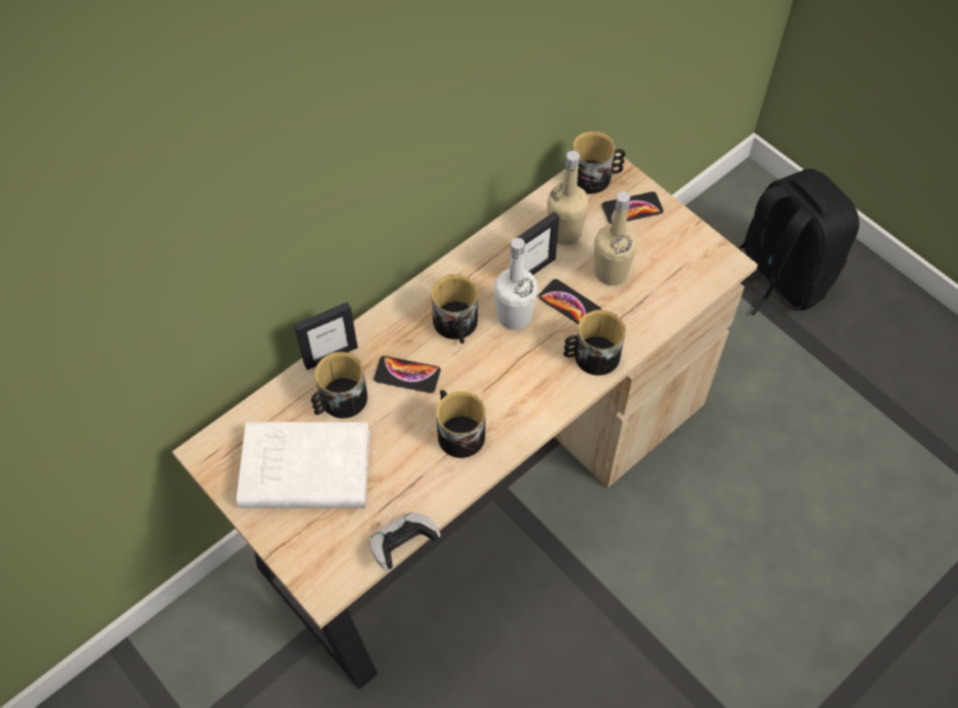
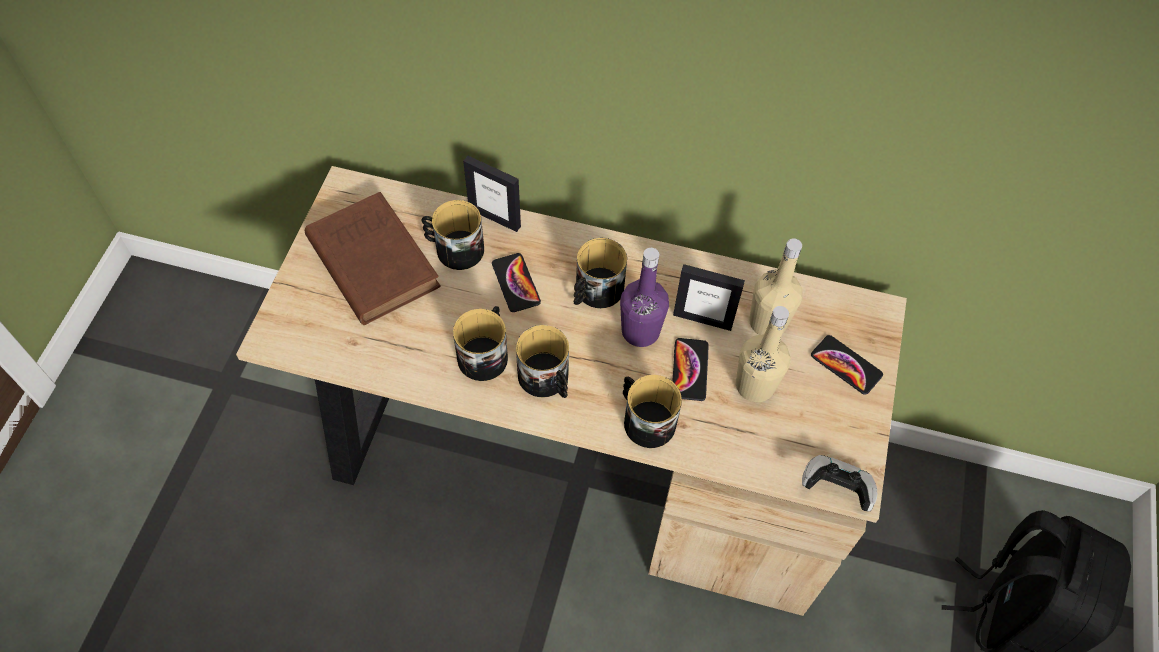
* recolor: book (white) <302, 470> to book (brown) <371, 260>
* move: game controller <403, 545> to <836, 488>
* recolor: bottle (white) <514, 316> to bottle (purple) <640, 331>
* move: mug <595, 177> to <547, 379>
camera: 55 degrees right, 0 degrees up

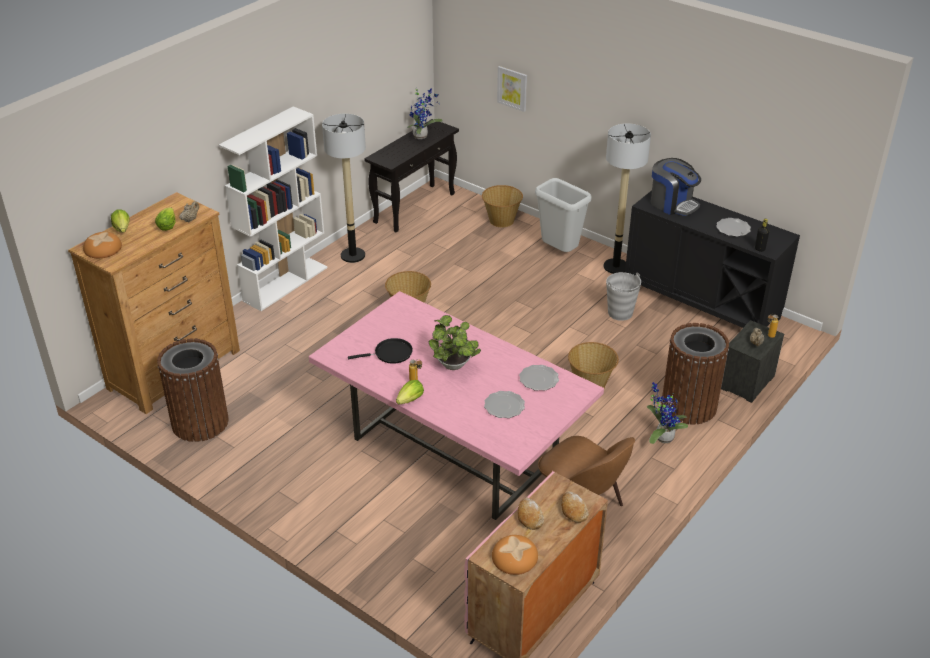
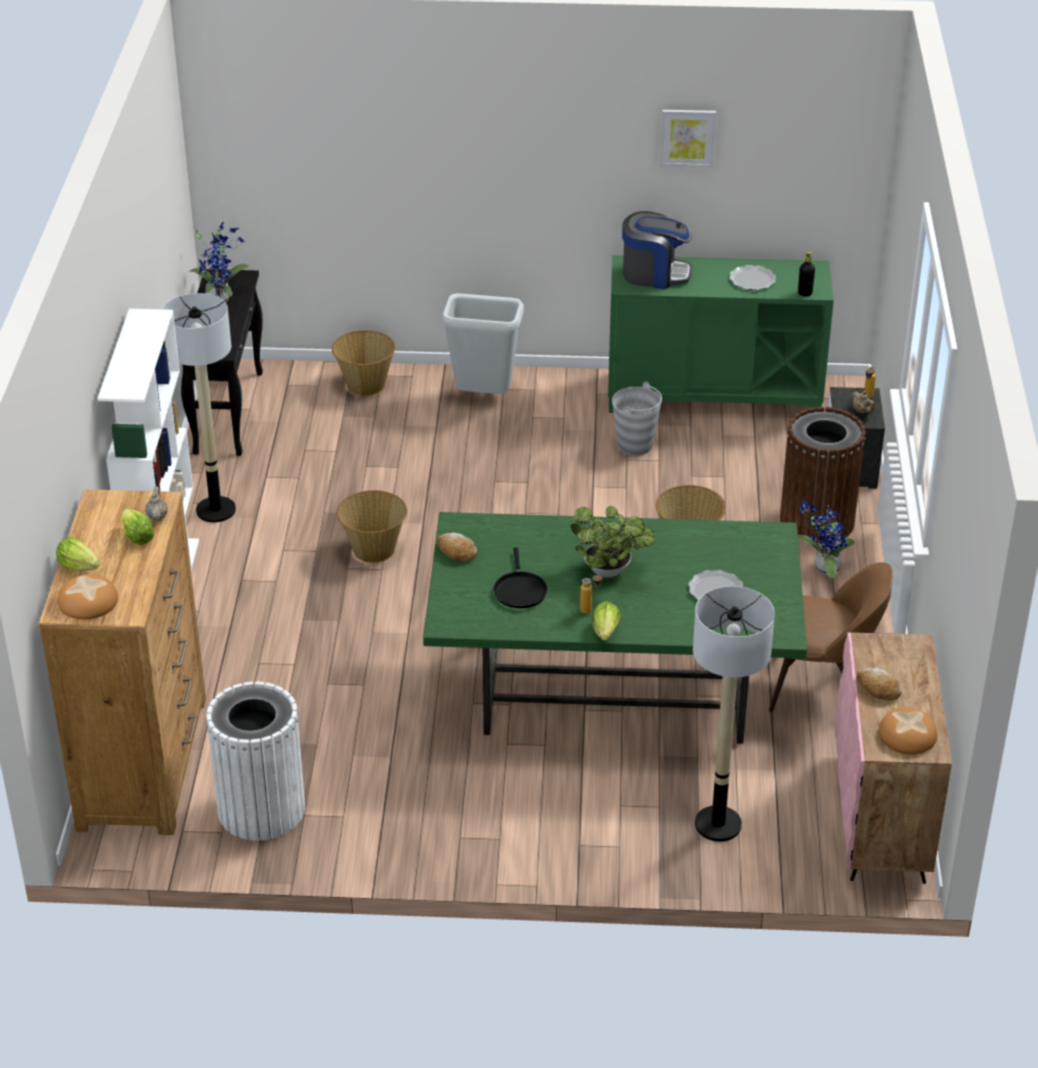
* recolor: trash can (brown) <200, 422> to trash can (white) <261, 809>
* recolor: dining table (pink) <453, 447> to dining table (green) <611, 688>
* rotate: frying pan (black) <390, 354> = <519, 590> 135 degrees clockwise
* move: picture <512, 88> to <687, 137>
* delete: plate <539, 379>
* move: bread <573, 510> to <456, 552>
* move: floor lamp <615, 266> to <717, 824>
* recolor: cabinet (black) <701, 303> to cabinet (green) <713, 395>
camera: 35 degrees left, 0 degrees up

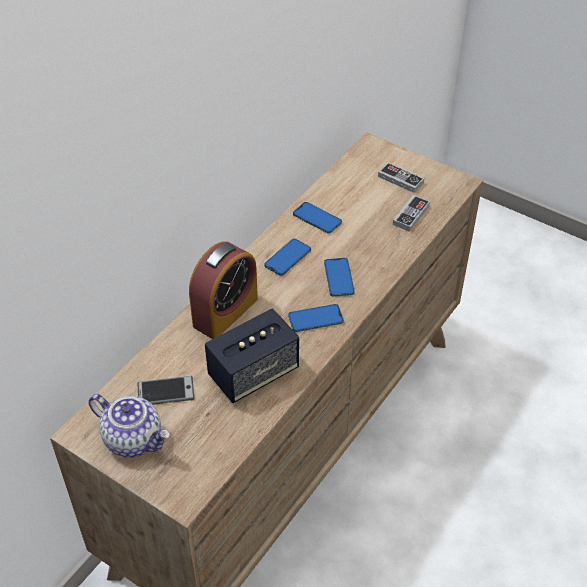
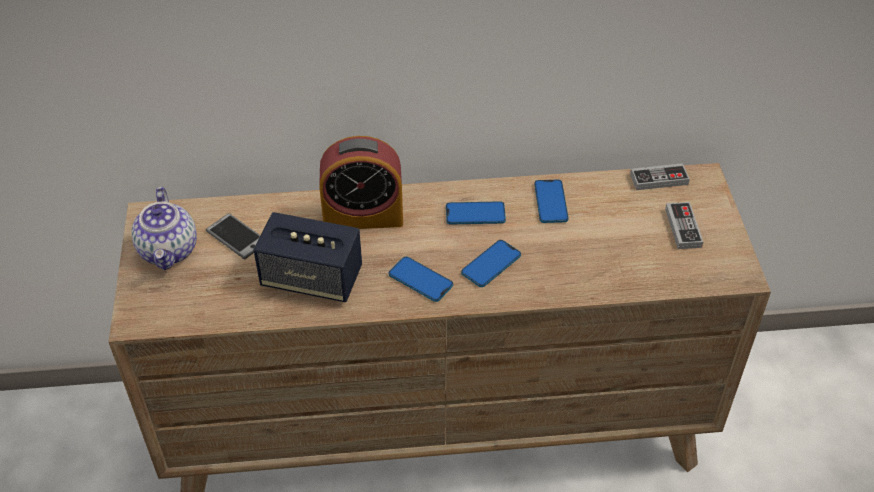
* move: game controller <411, 215> to <659, 179>
camera: 50 degrees right, 0 degrees up

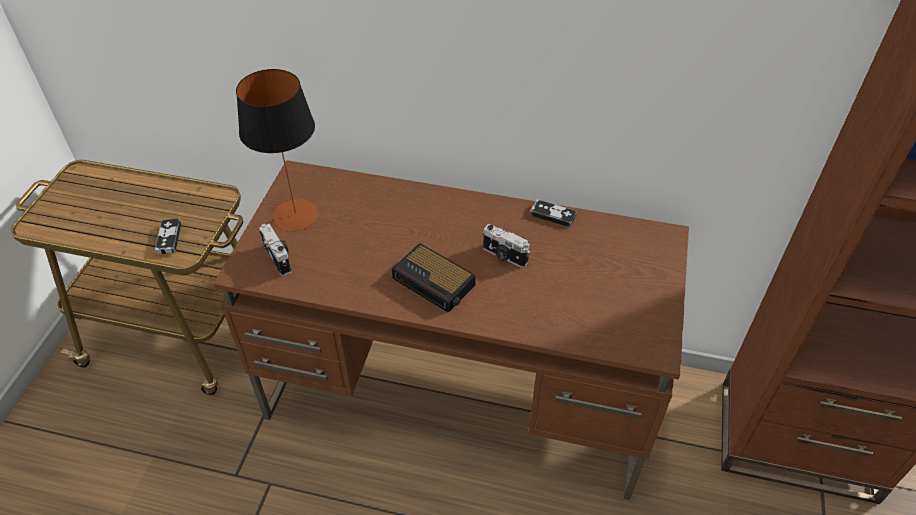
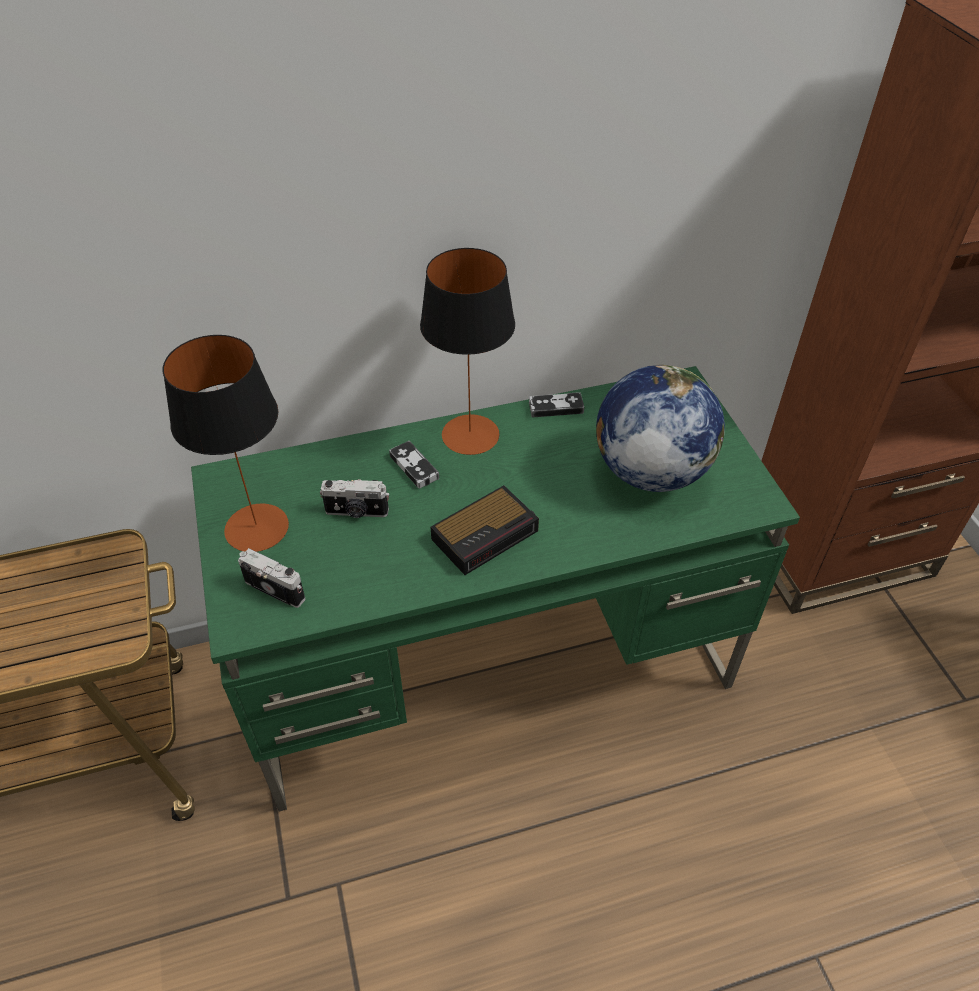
* move: game controller <169, 238> to <414, 467>
* recolor: desk (brown) <460, 392> to desk (green) <490, 663>
* rotate: alarm clock <435, 282> = <486, 534> 45 degrees counterclockwise
* move: photo camera <504, 256> to <356, 512>
* insert: table lamp <470, 435>
* insert: globe <650, 471>
camera: 30 degrees left, 0 degrees up

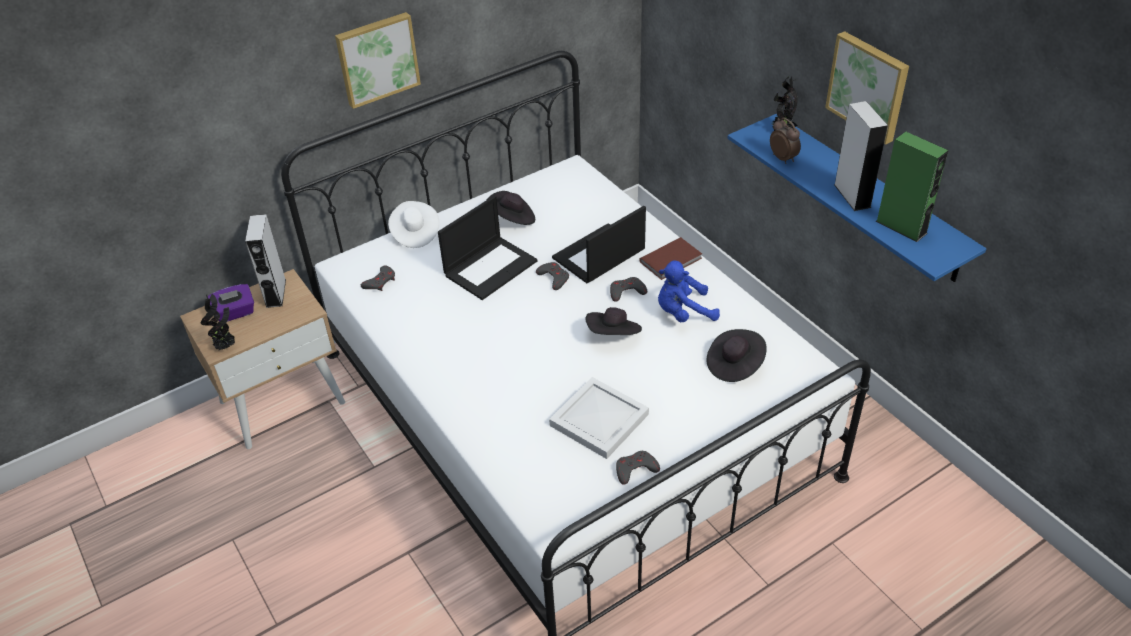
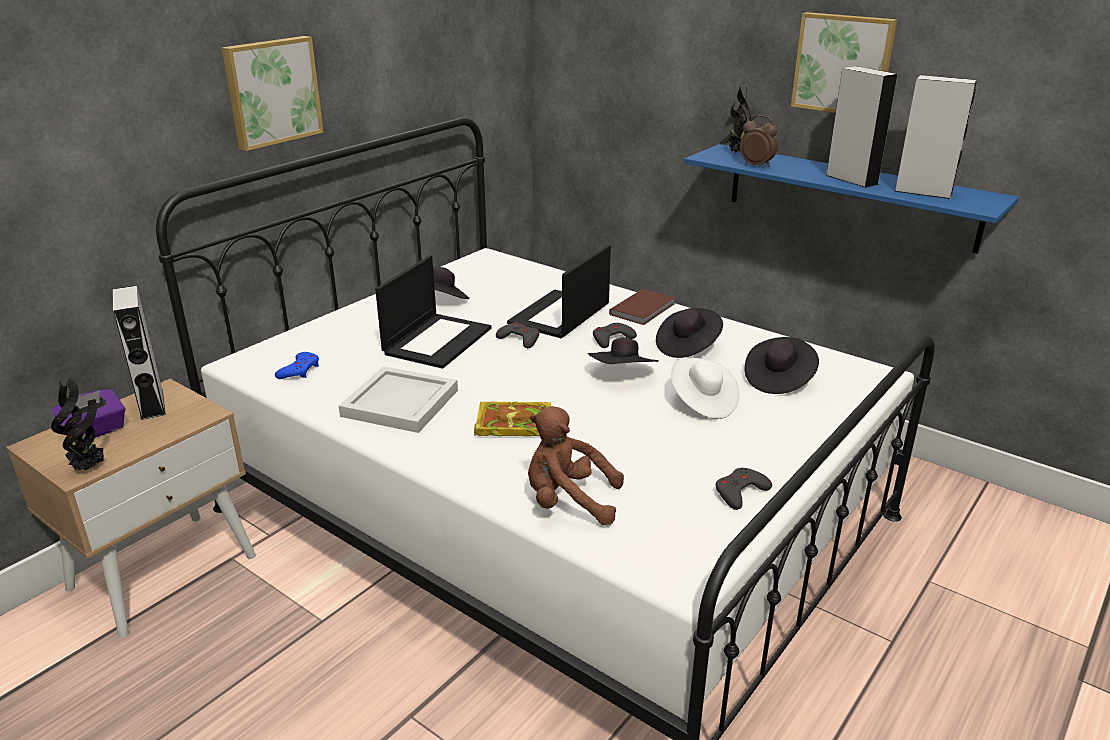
* recolor: game controller (grey) <380, 281> to game controller (blue) <299, 370>
* move: hat (white) <415, 233> to <702, 403>
* move: tray (white) <597, 420> to <398, 403>
* replace: plush toy (blue) <683, 312> to hat (black) <687, 346>
* recolor: speaker (green) <901, 227> to speaker (grey) <923, 192>
* insert: book <512, 424>
* insert: plush toy (brown) <568, 502>
camera: 20 degrees left, 15 degrees down

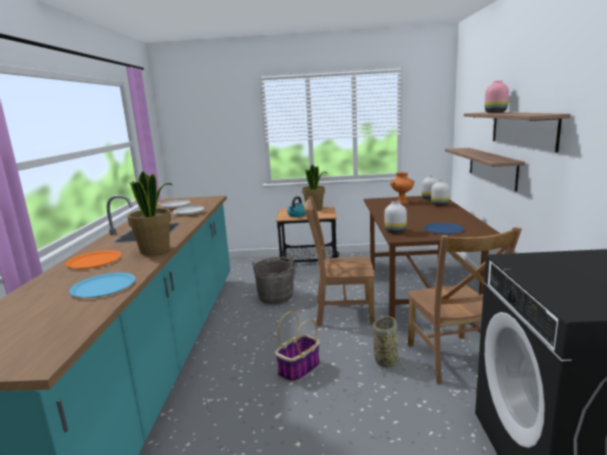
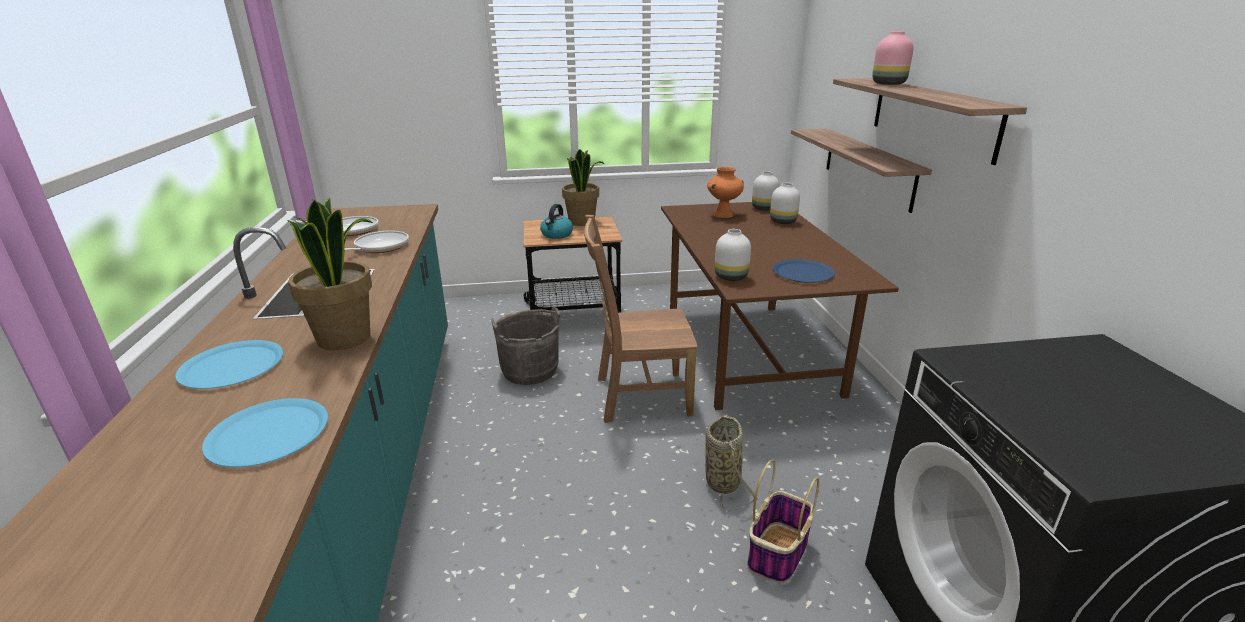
* recolor: plate (orange) <94, 260> to plate (blue) <232, 366>
* move: basket <299, 369> to <777, 554>
* delete: chair (brown) <452, 360>
camera: 10 degrees left, 10 degrees up

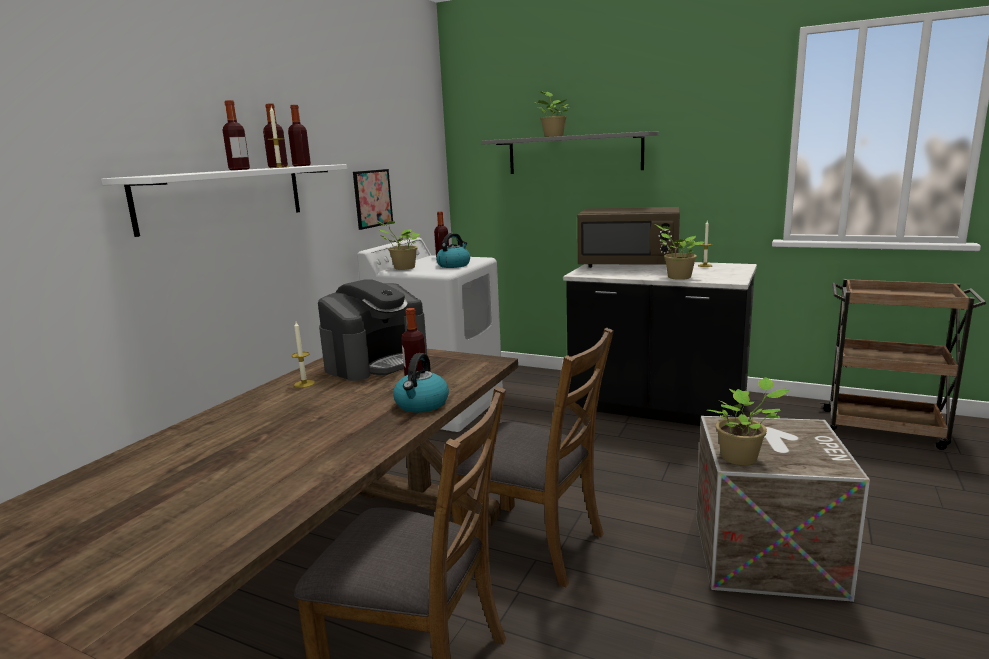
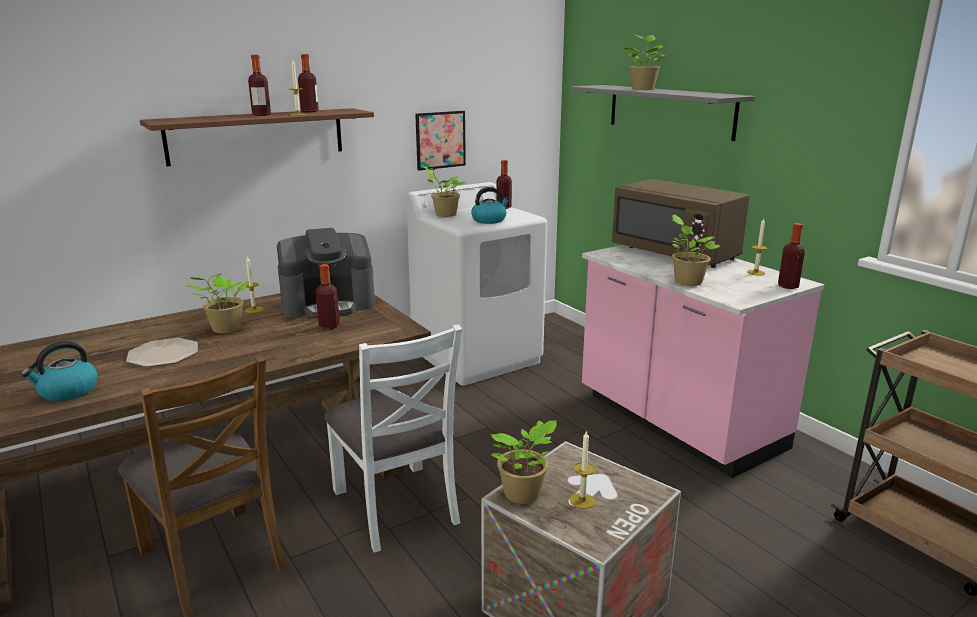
* recolor: shelf (white) <223, 197> to shelf (brown) <257, 136>
* move: bottle <301, 166> to <788, 286>
* move: kettle <422, 404> to <67, 391>
* recolor: chair (brown) <533, 542> to chair (white) <397, 506>
* recolor: counter (black) <657, 408> to counter (pink) <677, 423>
* insert: plate <163, 354>
* insert: potted plant <225, 329>
* insert: candle <582, 501>
camera: 30 degrees right, 5 degrees up

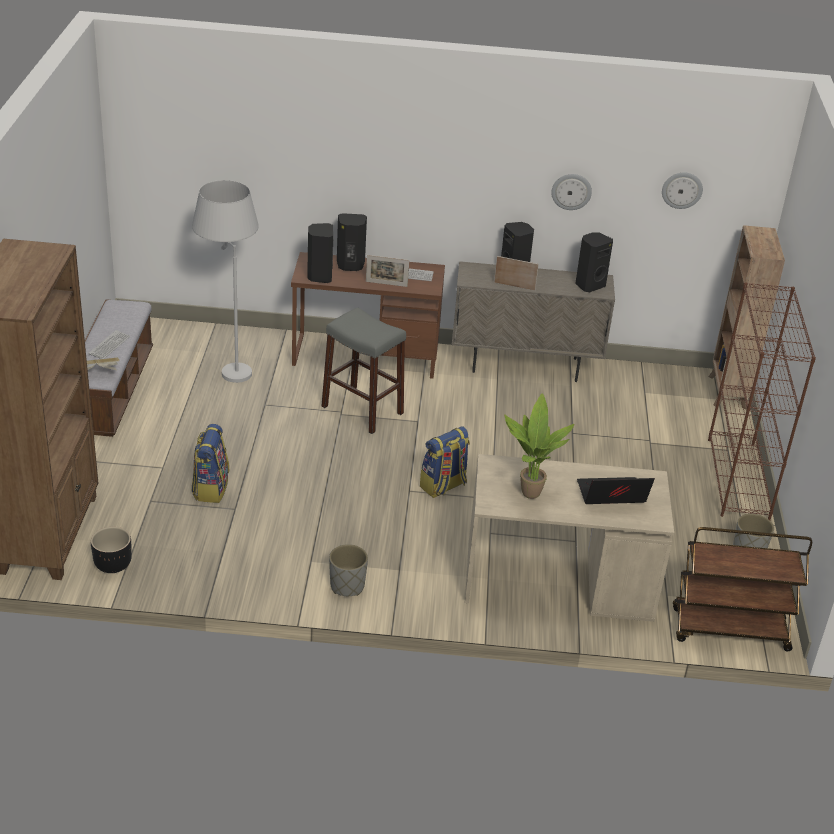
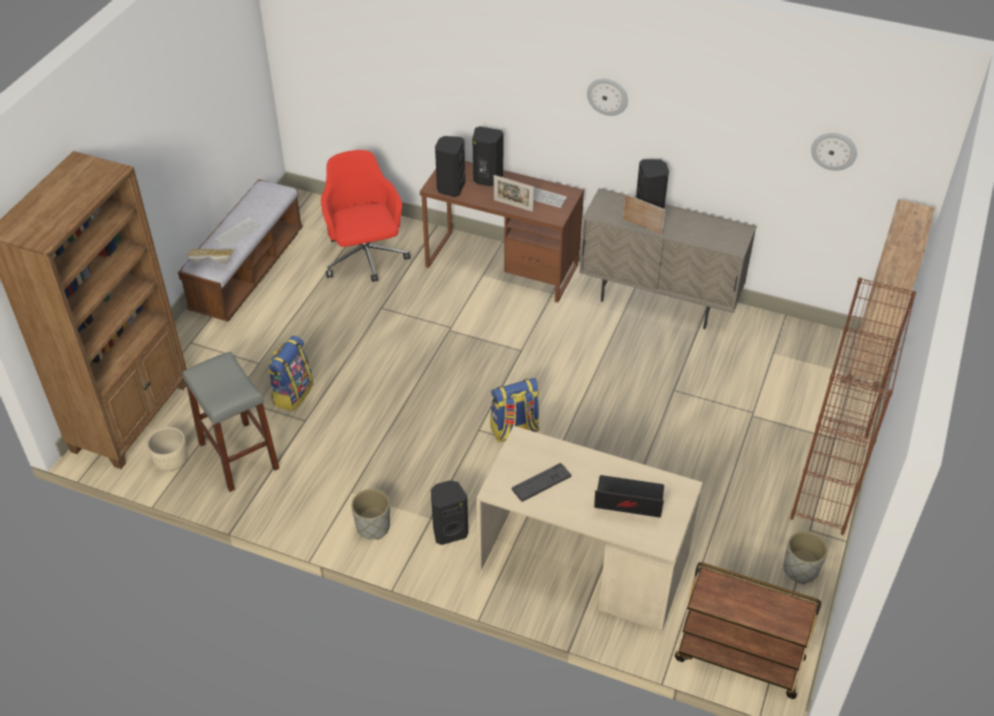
* recolor: planter (black) <112, 565> to planter (beige) <171, 462>
* replace: floor lamp (white) <228, 365> to office chair (red) <365, 258>
* move: stool (grey) <362, 410> to <238, 456>
* replace: potted plant <527, 493> to keyboard <541, 482>
* move: wall clock <571, 191> to <607, 96>
* move: speaker (black) <589, 285> to <449, 531>
camera: 20 degrees right, 10 degrees up

